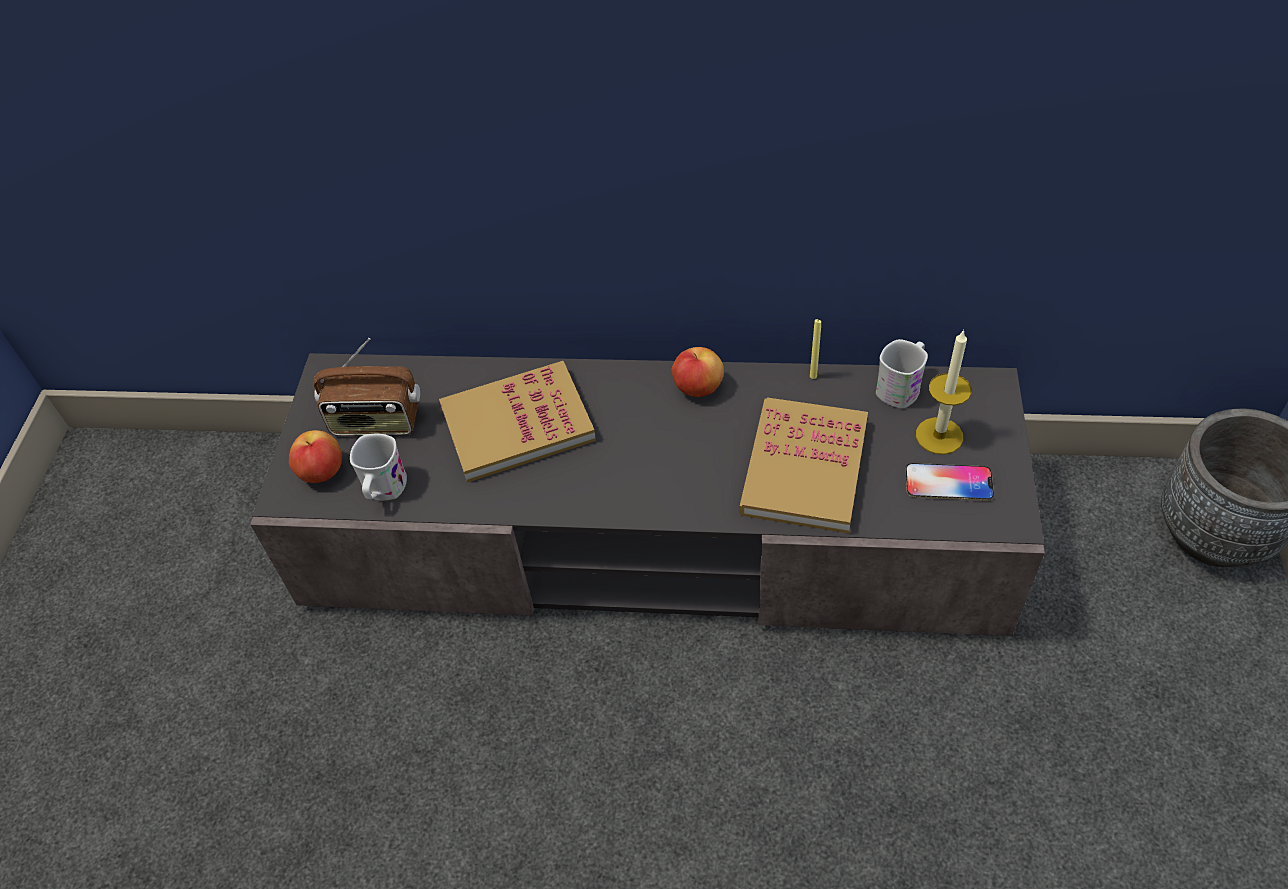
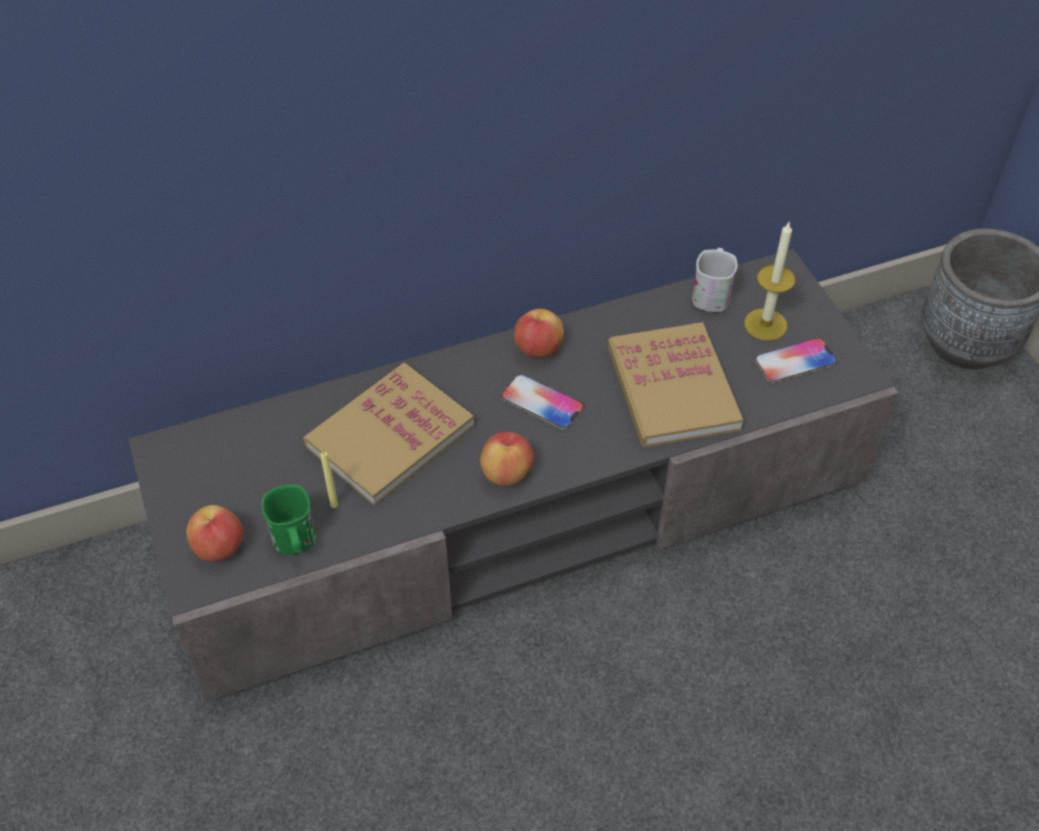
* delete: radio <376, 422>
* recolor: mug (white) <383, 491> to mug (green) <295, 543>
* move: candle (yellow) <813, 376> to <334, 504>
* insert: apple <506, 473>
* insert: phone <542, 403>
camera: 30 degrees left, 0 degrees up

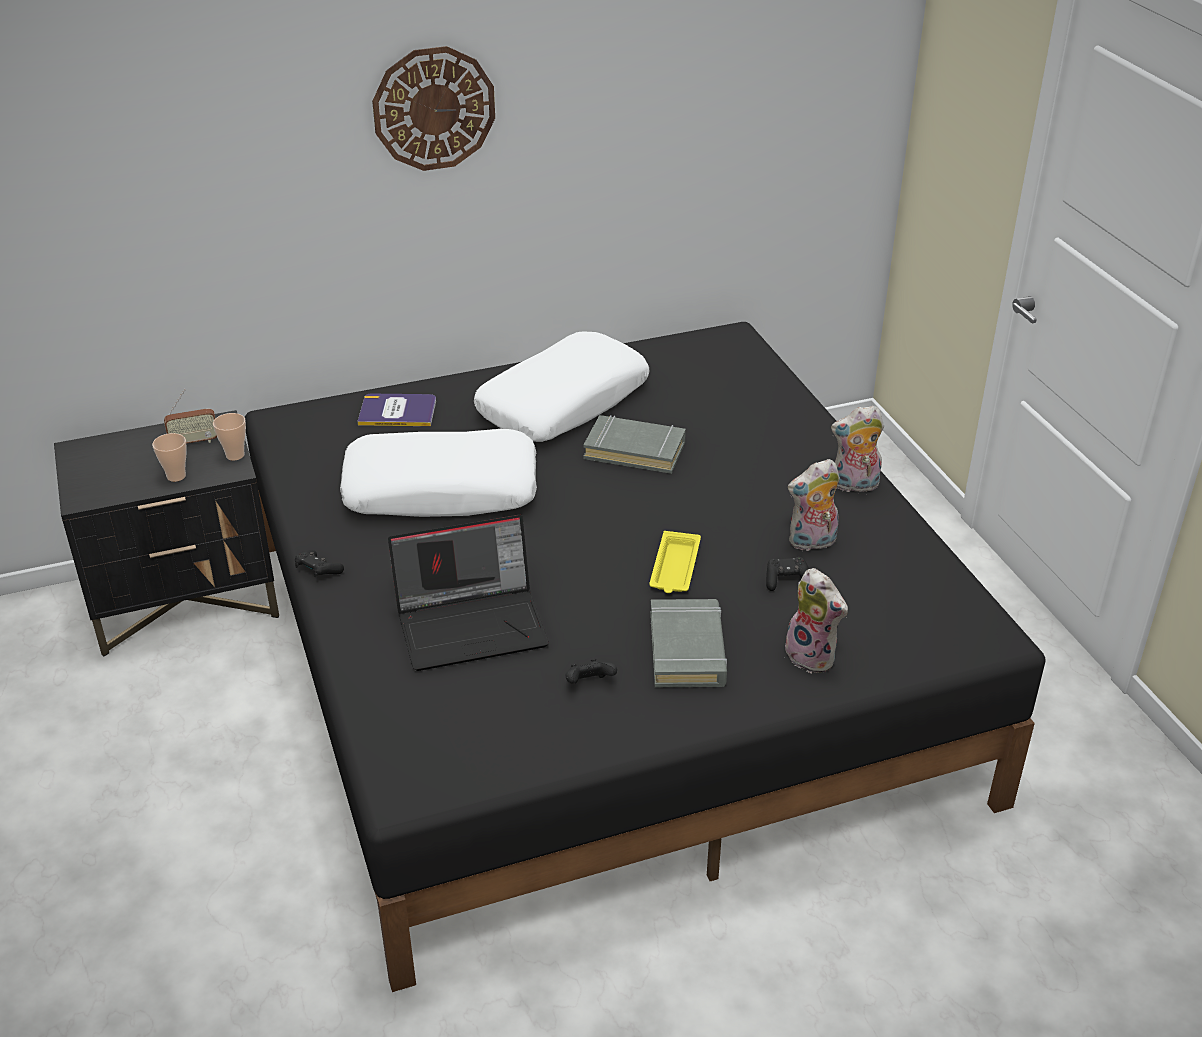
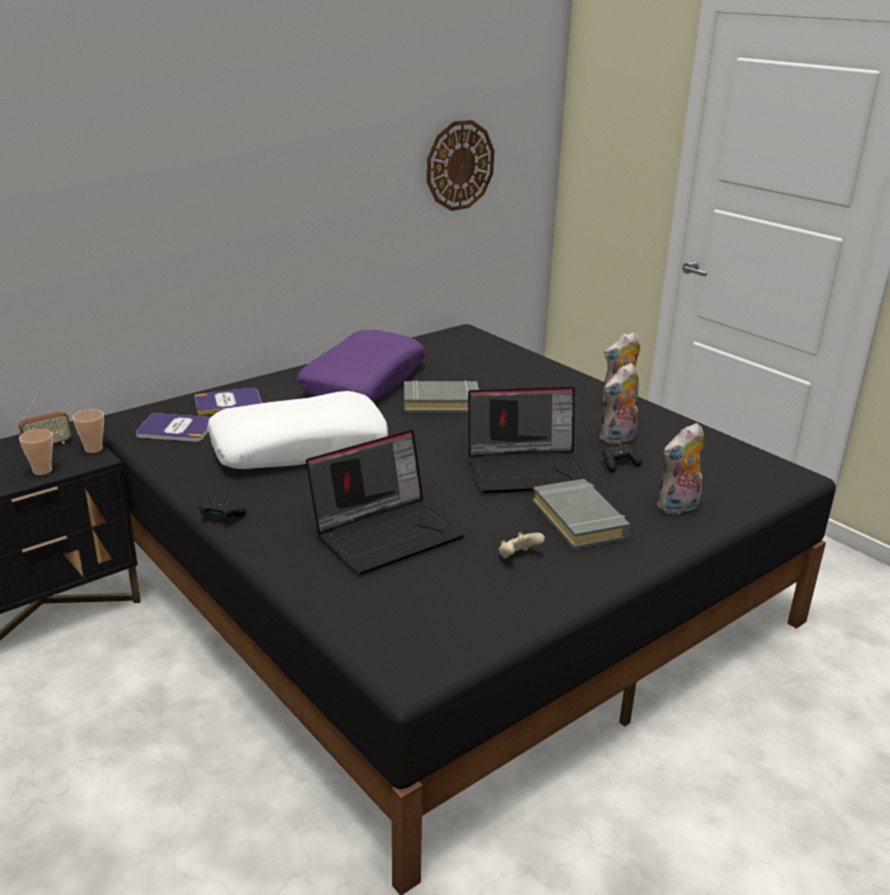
* move: wall clock <434, 108> to <459, 165>
* recolor: pillow (white) <563, 403> to pillow (purple) <363, 382>
* recolor: game controller (black) <589, 684> to game controller (beige) <518, 557>
* replace: tray (yellow) <674, 568> to laptop <528, 469>
* rotate: plush toy <813, 656> = <678, 508> 120 degrees clockwise
* insert: book <176, 429>
camera: 20 degrees left, 10 degrees down

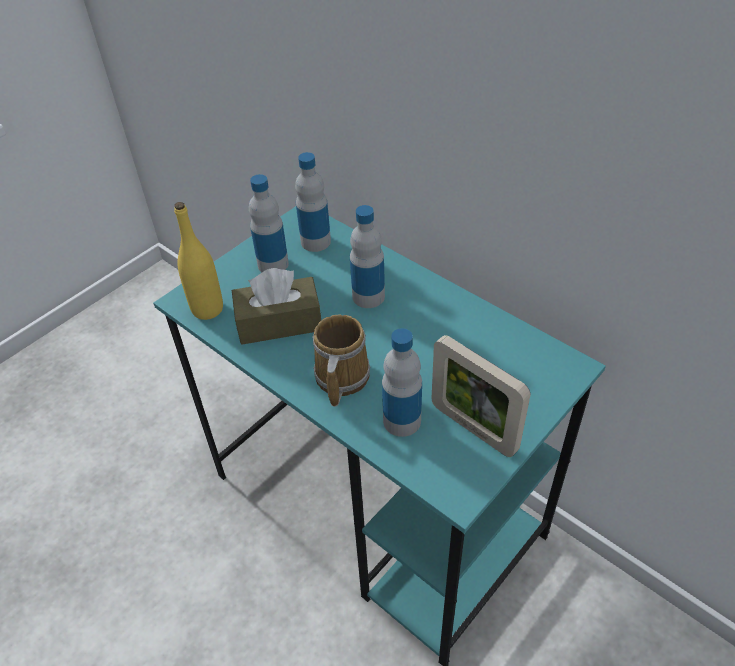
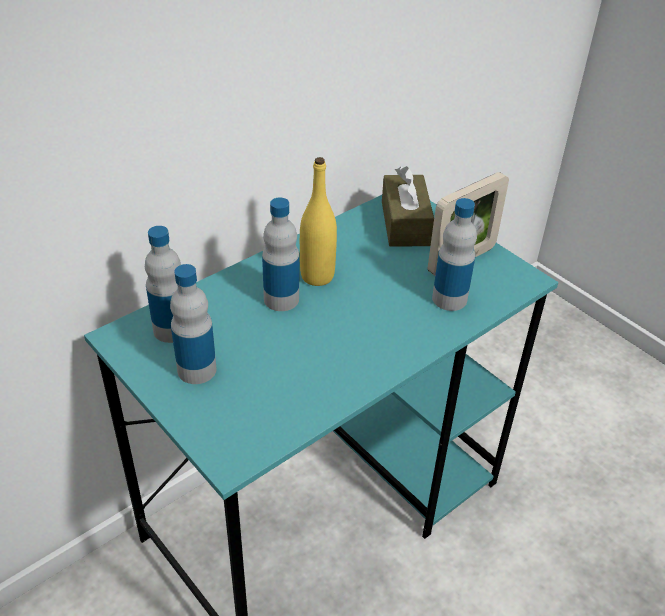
* move: bottle (yellow) <207, 309> to <317, 276>
* move: tissue box (brown) <279, 322> to <405, 223>
* delete: mug <339, 378>
camera: 85 degrees left, 5 degrees down

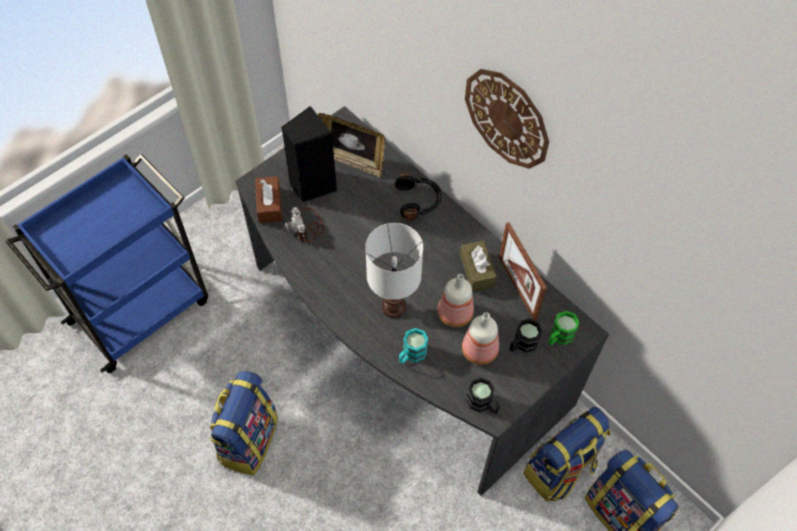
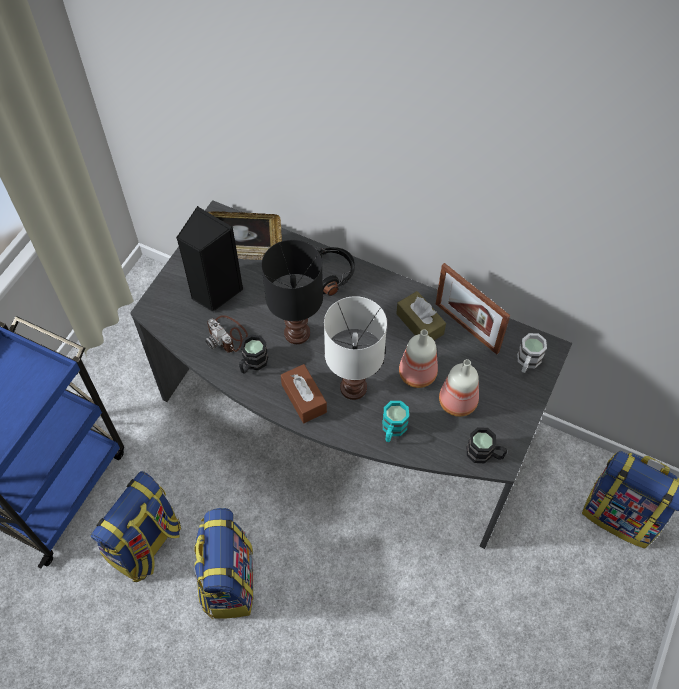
* move: tissue box (brown) <269, 205> to <304, 398>
* delete: wall clock <507, 118>
* move: mug (black) <522, 344> to <252, 363>
* move: backpack <560, 470> to <146, 545>
* recolor: mug (green) <559, 337> to mug (white) <527, 362>
* insert: table lamp (black) <296, 333>
camera: 20 degrees left, 0 degrees up

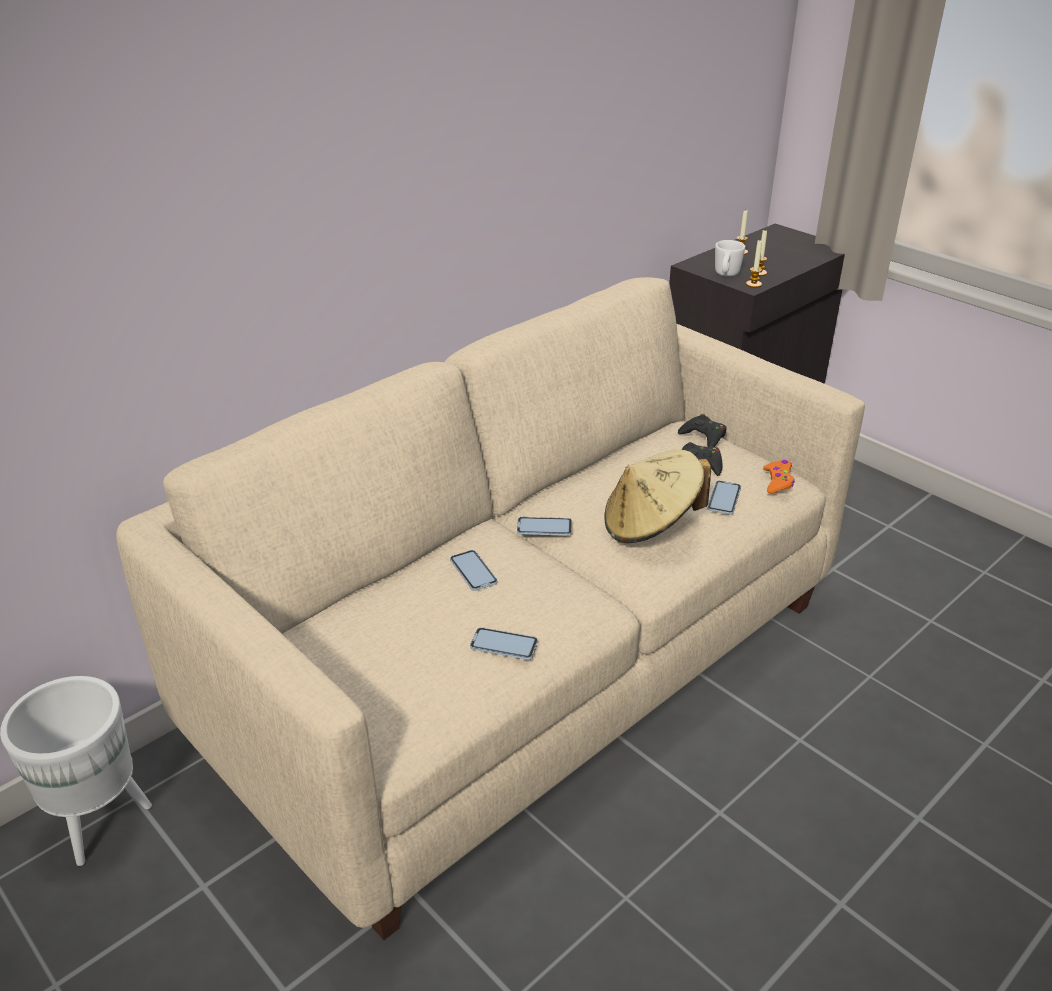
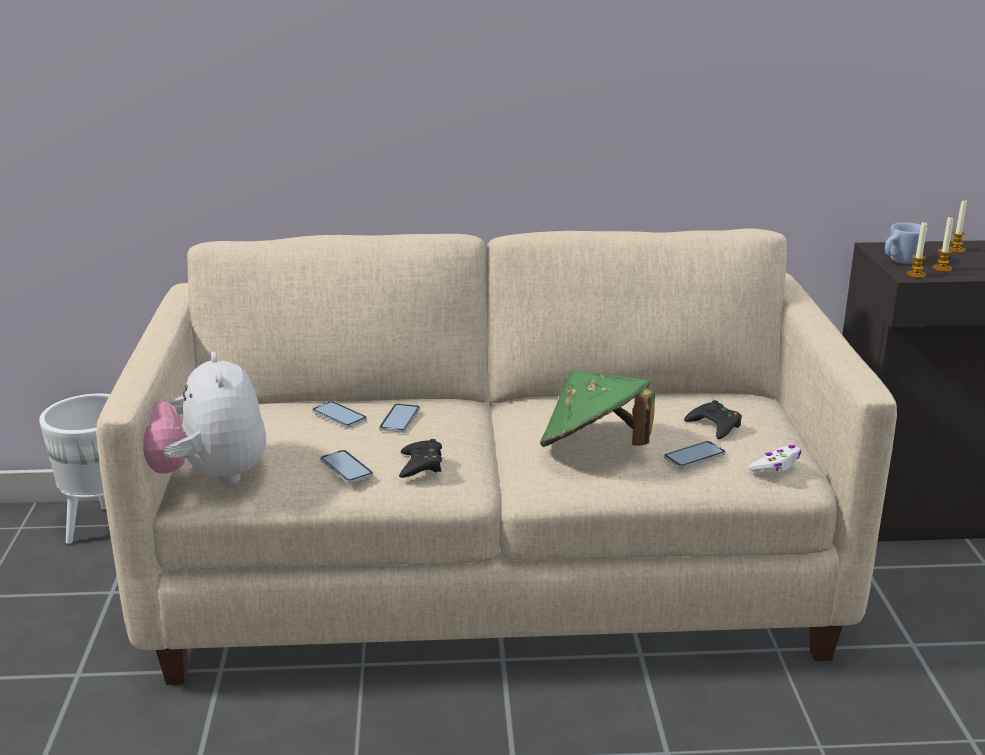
* move: phone <544, 527> to <339, 416>
* recolor: hat (beige) <651, 525> to hat (green) <594, 448>
* move: game controller (black) <704, 436> to <421, 464>
* recolor: mug (white) <726, 275> to mug (blue) <900, 261>
* recolor: game controller (orange) <778, 481> to game controller (white) <776, 466>
* insert: plush toy <210, 476>
camera: 40 degrees right, 10 degrees down

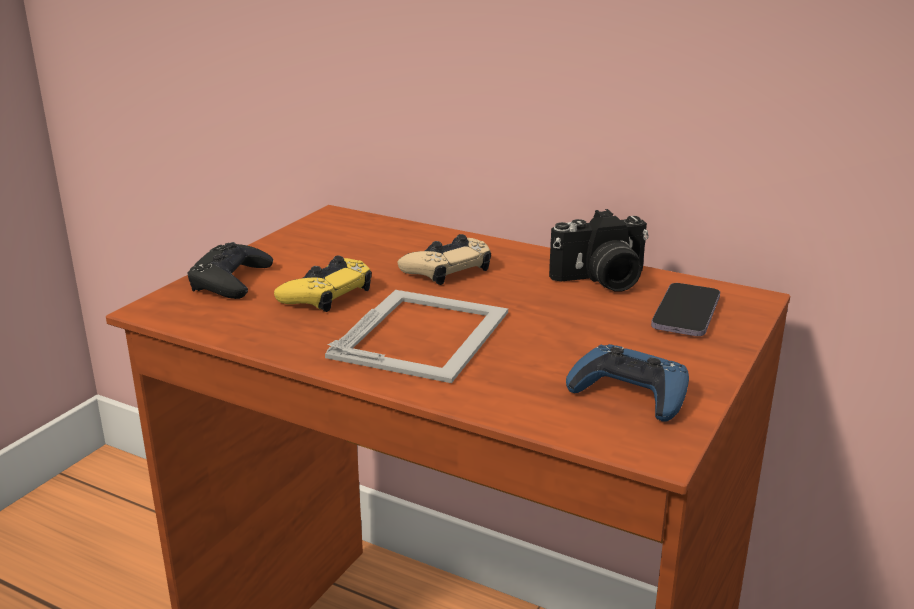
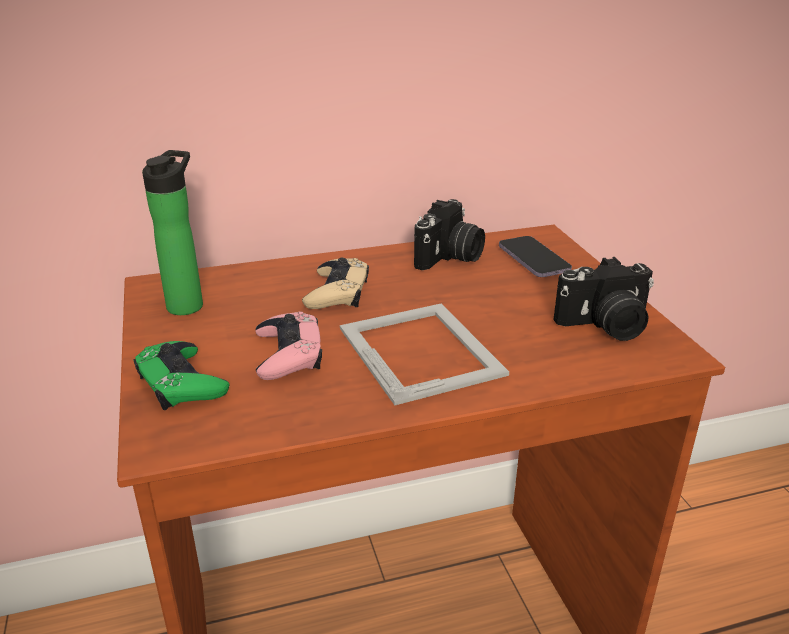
* recolor: game controller (black) <231, 281> to game controller (green) <181, 383>
* recolor: game controller (yellow) <326, 294> to game controller (pink) <288, 354>
* replace: game controller (blue) <630, 393> to photo camera <605, 326>
* insert: bottle <188, 304>
camera: 45 degrees left, 5 degrees up

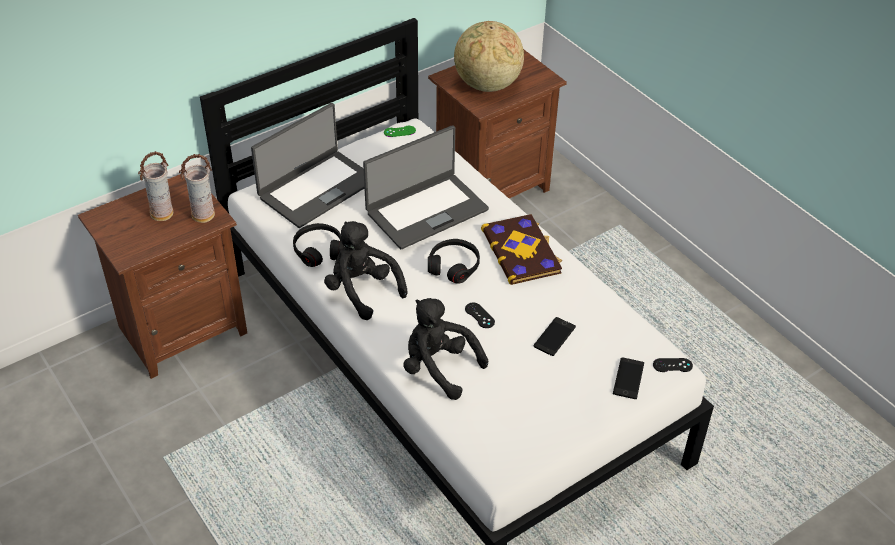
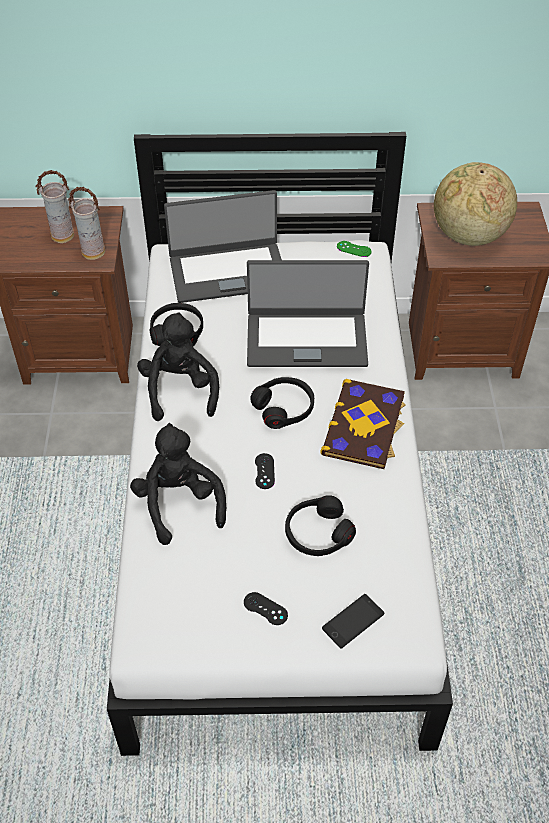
* replace: phone <554, 337> to headphones (black) <318, 533>
* move: game controller (black) <672, 365> to <265, 609>
camera: 35 degrees right, 5 degrees up

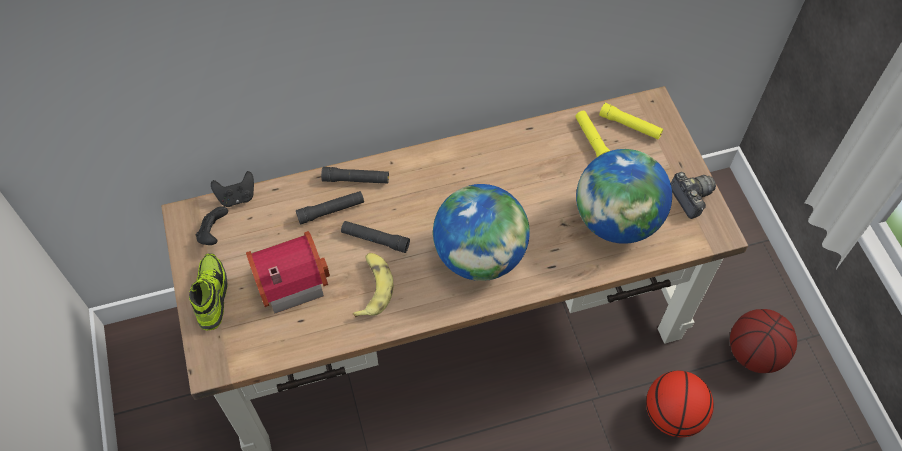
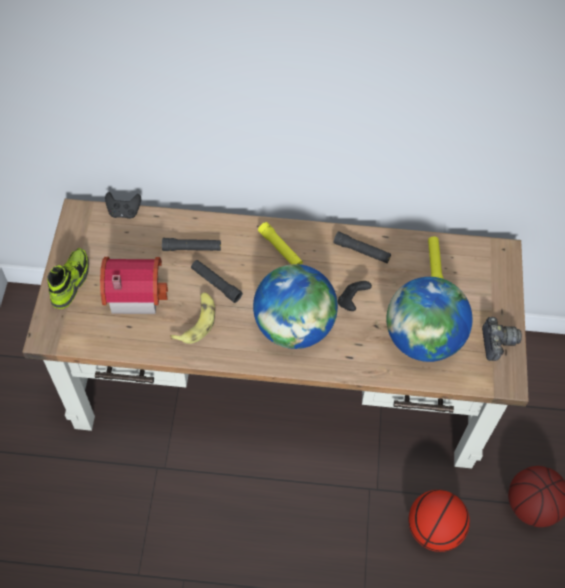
* move: game controller (black) <214, 234> to <351, 301>
* move: flashlight (black) <356, 179> to <362, 251>
* move: flashlight (yellow) <630, 125> to <280, 249>
camera: 20 degrees right, 0 degrees up

